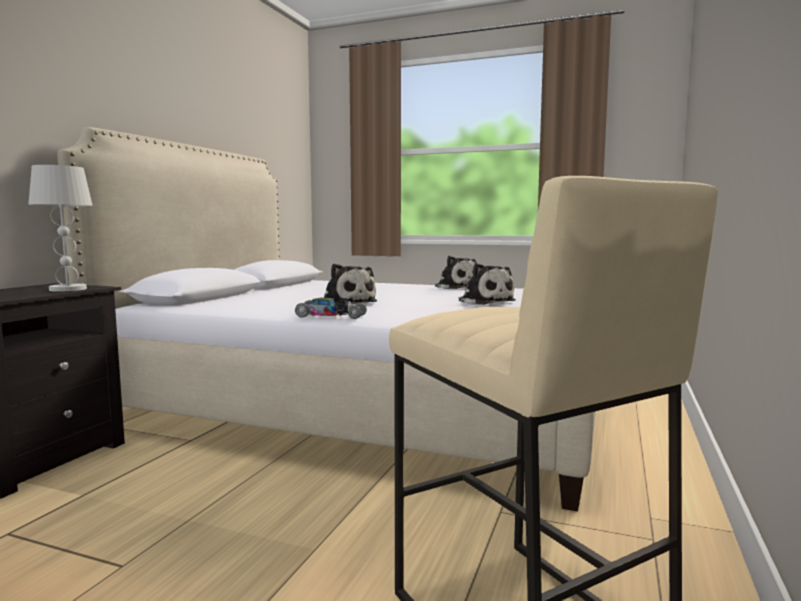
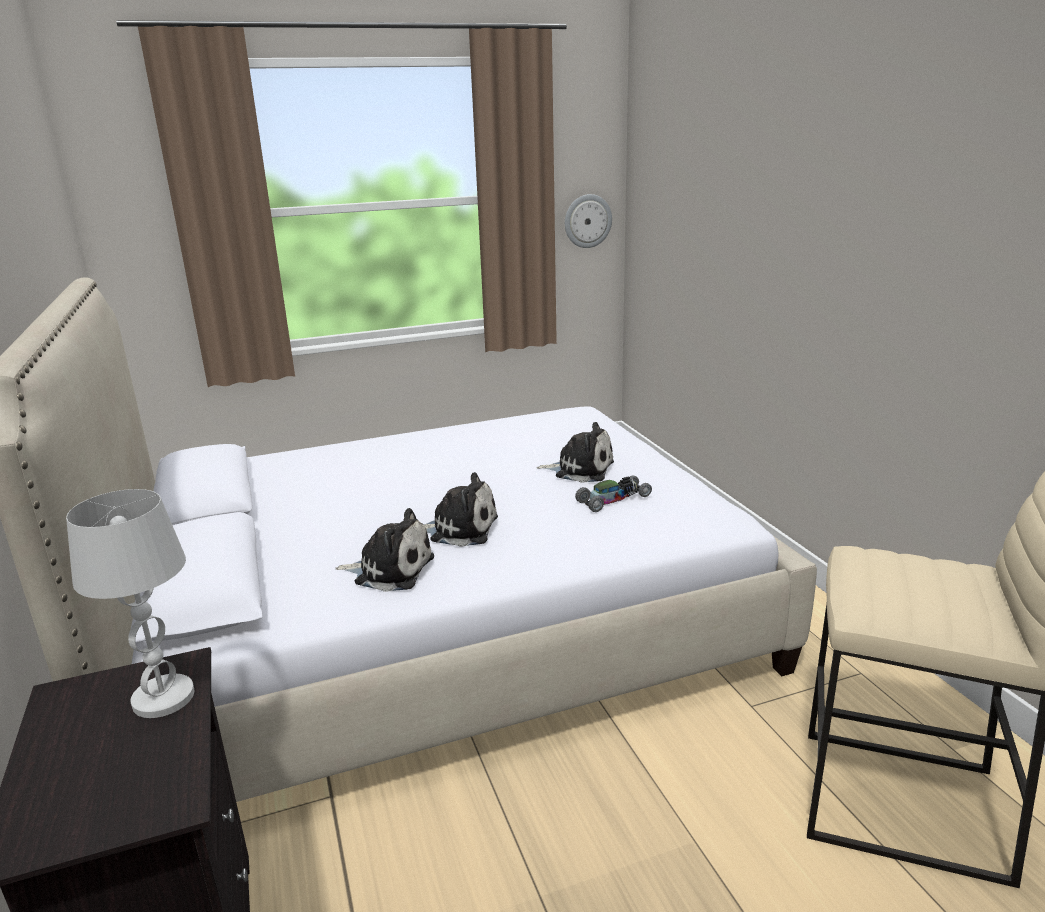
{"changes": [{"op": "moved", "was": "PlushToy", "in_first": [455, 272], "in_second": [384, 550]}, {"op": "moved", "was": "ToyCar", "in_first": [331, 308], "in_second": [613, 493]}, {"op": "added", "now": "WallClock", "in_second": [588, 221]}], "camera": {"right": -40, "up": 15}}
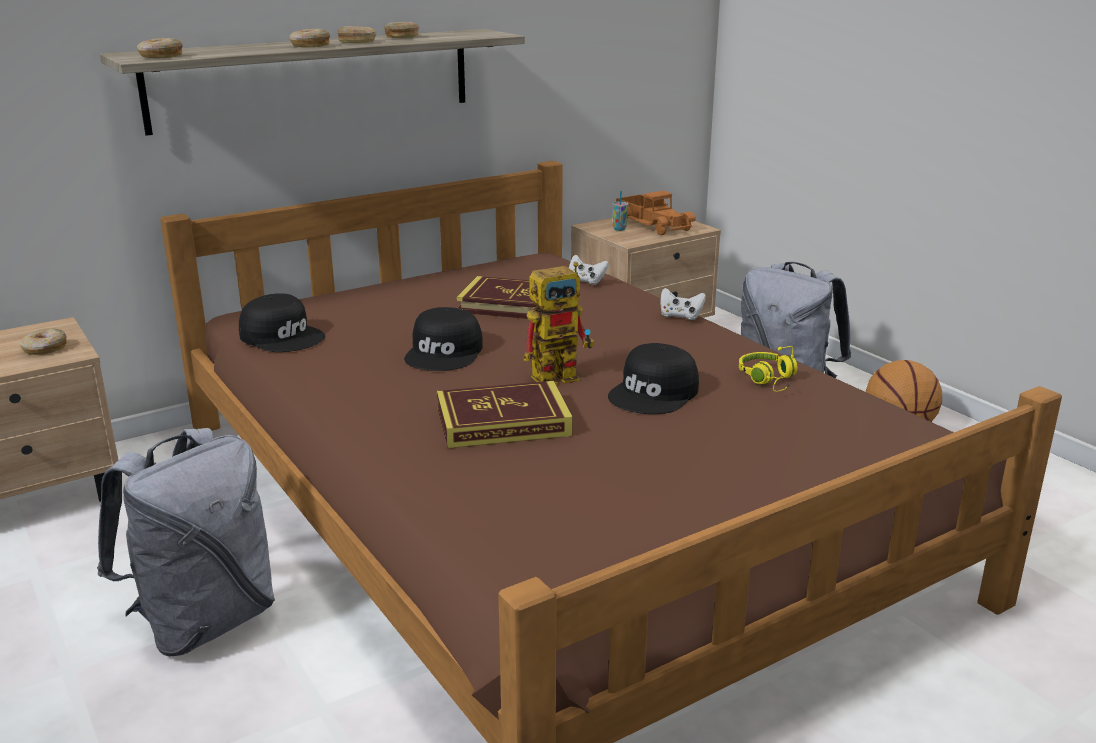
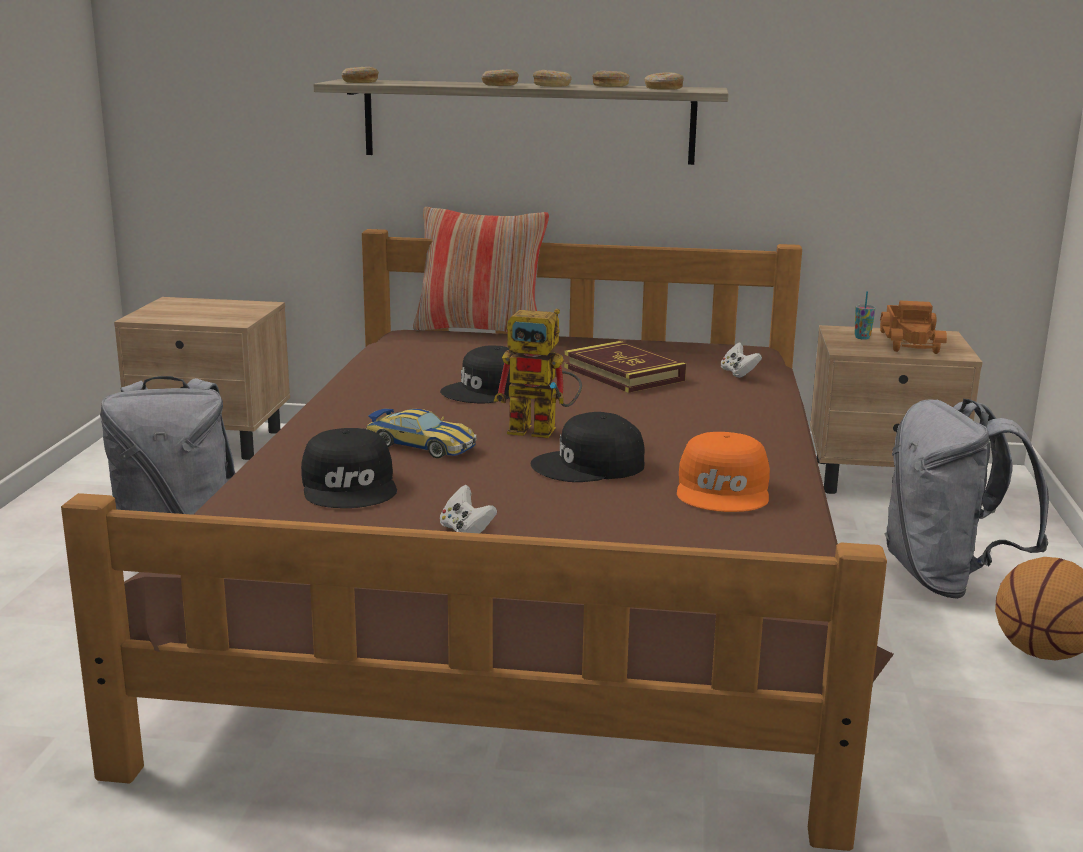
{"changes": [{"op": "moved", "was": "WhiteGameController", "in_first": [683, 304], "in_second": [468, 509]}, {"op": "moved", "was": "BlackCap", "in_first": [282, 323], "in_second": [349, 468]}, {"op": "moved", "was": "Donut", "in_first": [43, 341], "in_second": [664, 81]}, {"op": "replaced", "was": "YellowHeadphones", "now": "OrangeCap", "in_first": [768, 369], "in_second": [723, 472]}, {"op": "replaced", "was": "Book", "now": "ToyCar", "in_first": [505, 414], "in_second": [421, 433]}, {"op": "added", "now": "Pillow", "in_second": [481, 269]}], "camera": {"right": 40, "up": -5}}
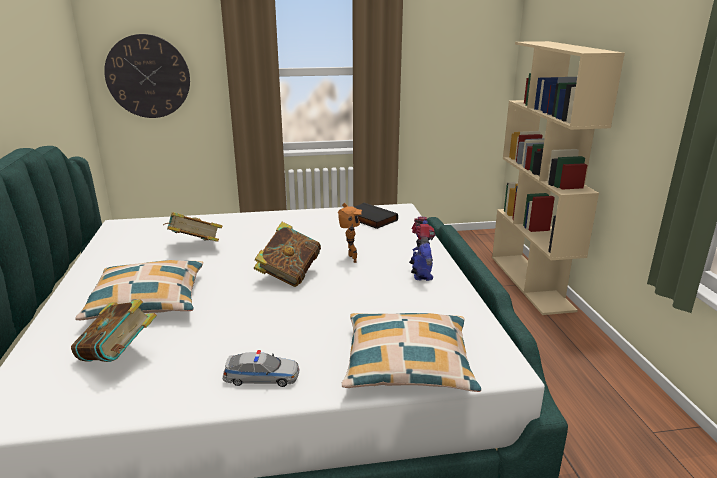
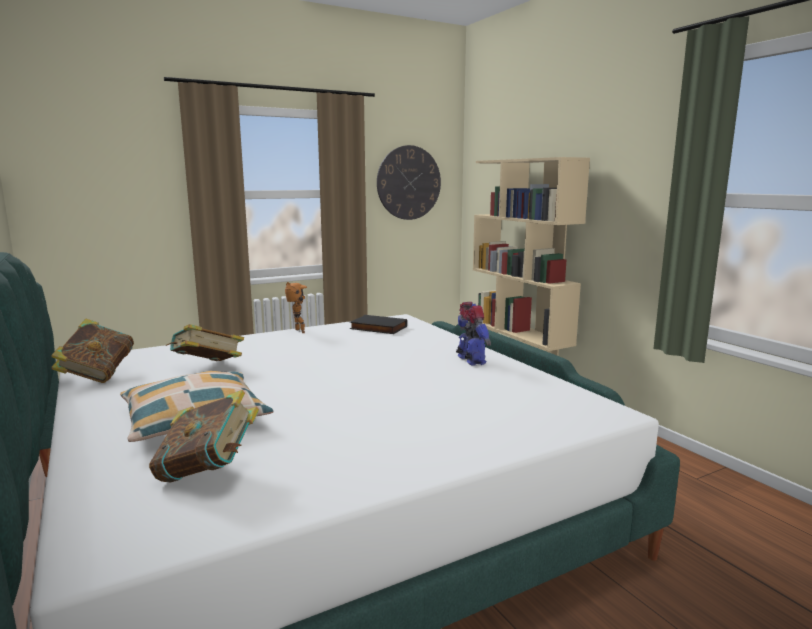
{"changes": [{"op": "moved", "was": "WallClock", "in_first": [147, 76], "in_second": [409, 182]}, {"op": "moved", "was": "ToyRobot", "in_first": [350, 233], "in_second": [296, 307]}, {"op": "moved", "was": "Book", "in_first": [287, 254], "in_second": [93, 350]}, {"op": "removed", "was": "Pillow", "in_first": [411, 352]}, {"op": "removed", "was": "ToyCar", "in_first": [261, 368]}], "camera": {"right": -20, "up": -10}}
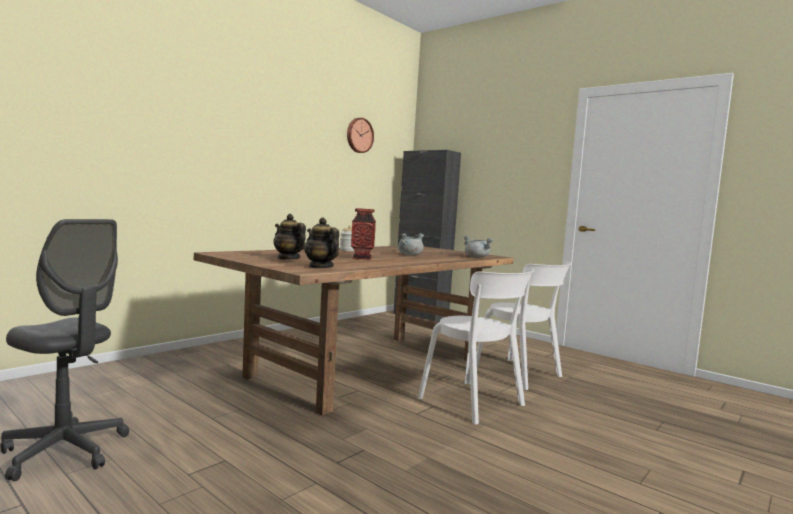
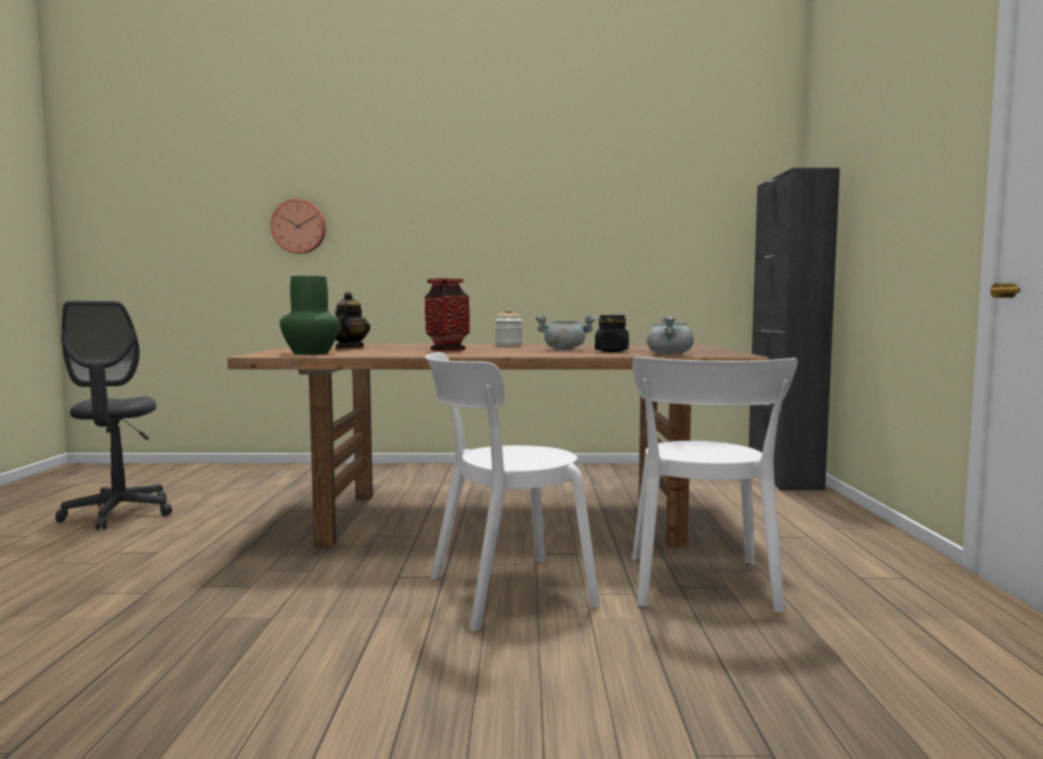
{"changes": [{"op": "moved", "was": "WallClock", "in_first": [360, 135], "in_second": [298, 226]}, {"op": "replaced", "was": "Teapot", "now": "GreenVase", "in_first": [322, 243], "in_second": [310, 315]}, {"op": "turned", "was": "WhiteChair", "in_first": [476, 346], "in_second": [512, 491], "clockwise": 60}, {"op": "added", "now": "BlackJar", "in_second": [612, 333]}], "camera": {"right": 50, "up": 0}}
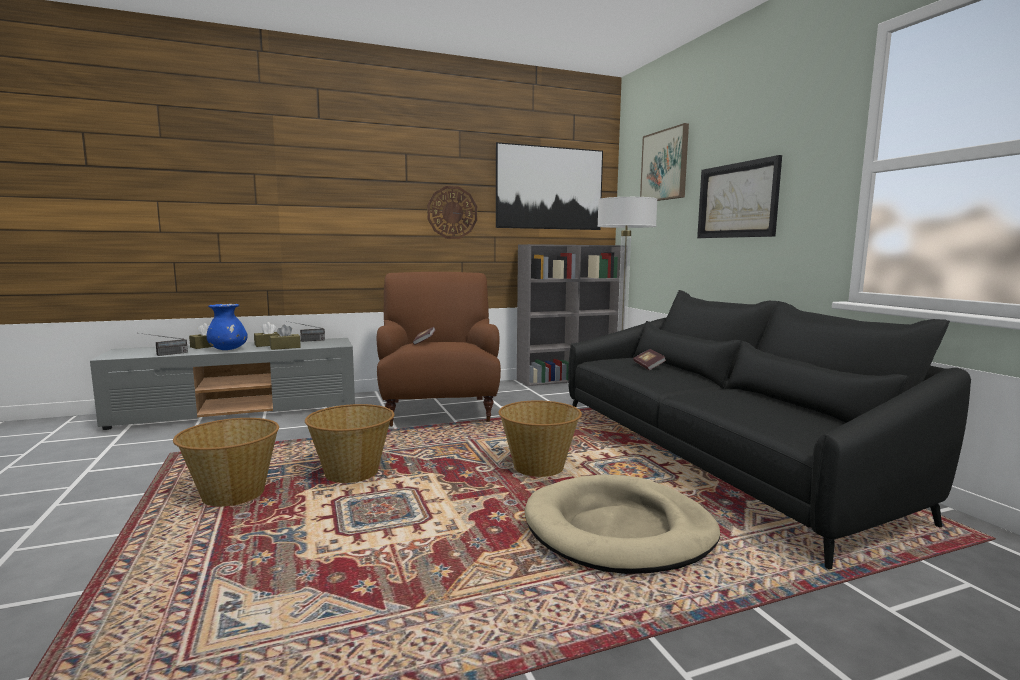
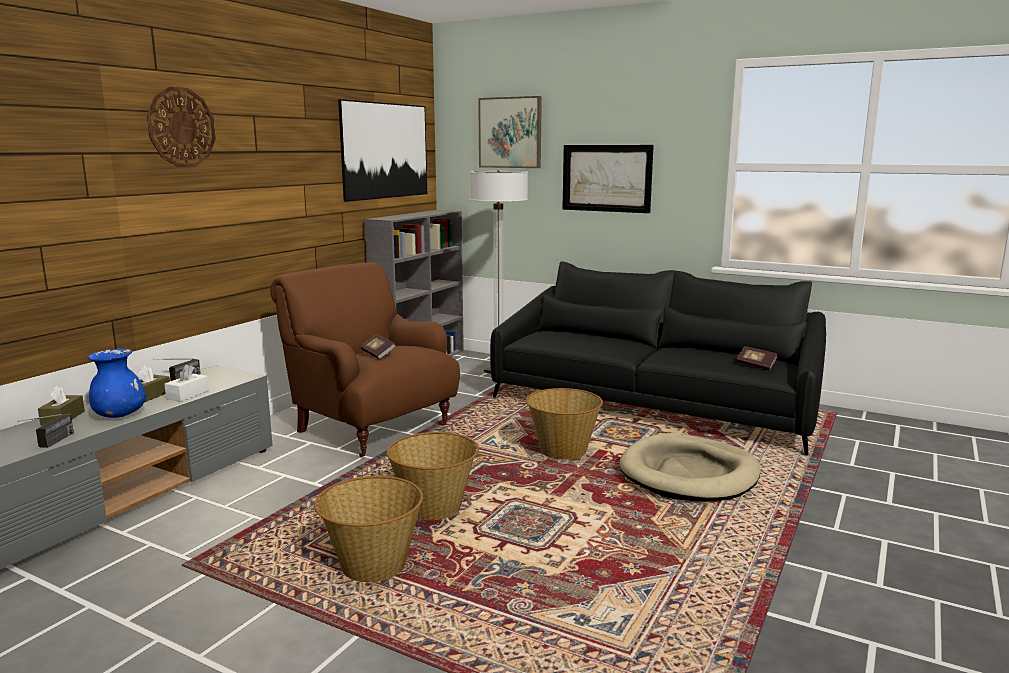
{"changes": [{"op": "moved", "was": "WallClock", "in_first": [452, 212], "in_second": [181, 127]}, {"op": "recoloured", "was": "BrownTissueBox", "now": "WhiteTissueBox", "in_first": [285, 337], "in_second": [186, 383]}, {"op": "moved", "was": "Book", "in_first": [649, 359], "in_second": [756, 358]}], "camera": {"right": -40, "up": 5}}
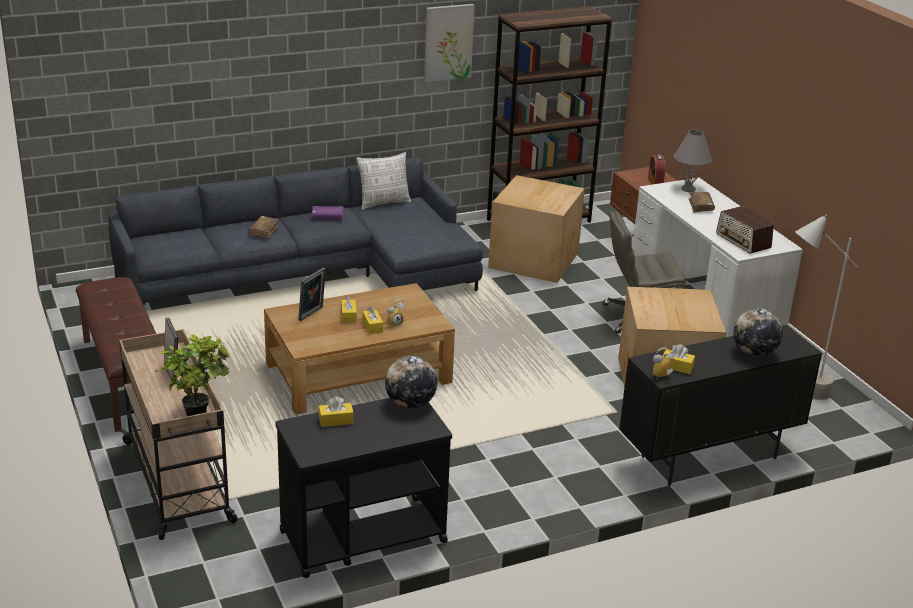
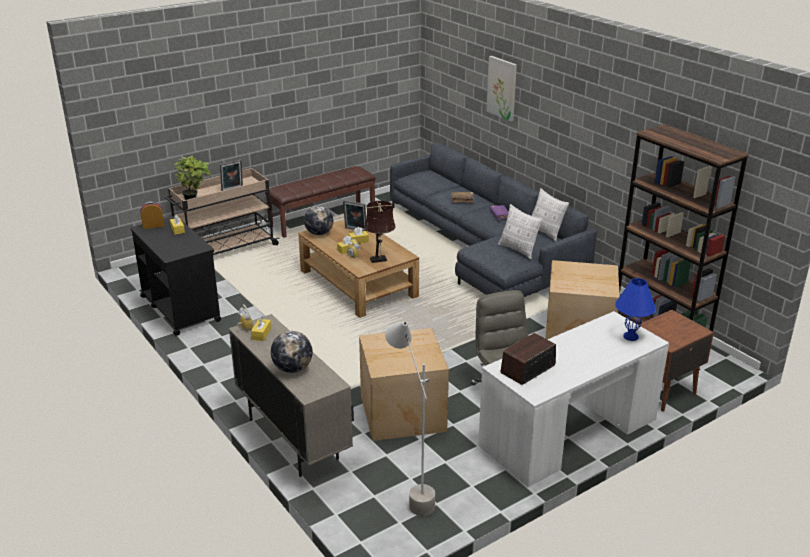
{"changes": [{"op": "moved", "was": "Picture", "in_first": [449, 43], "in_second": [501, 88]}, {"op": "recoloured", "was": "GreyTableLamp", "now": "BlueTableLamp", "in_first": [693, 161], "in_second": [635, 309]}, {"op": "moved", "was": "AlarmClock", "in_first": [656, 169], "in_second": [152, 215]}, {"op": "removed", "was": "BrownBook", "in_first": [702, 202]}, {"op": "recoloured", "was": "BlackCabinet", "now": "BeigeCabinet", "in_first": [720, 405], "in_second": [291, 395]}, {"op": "moved", "was": "Globe", "in_first": [411, 382], "in_second": [318, 220]}, {"op": "added", "now": "BrownTableLamp", "in_second": [380, 232]}, {"op": "added", "now": "Pillow", "in_second": [520, 232]}], "camera": {"right": 80, "up": 0}}
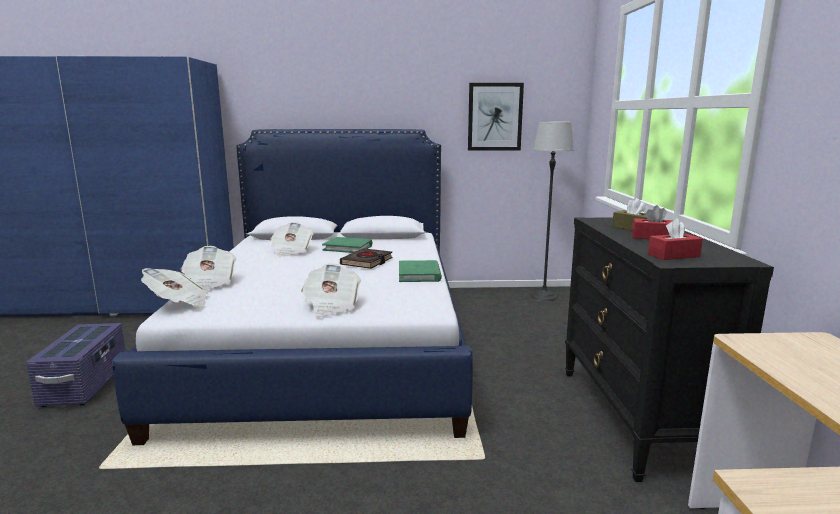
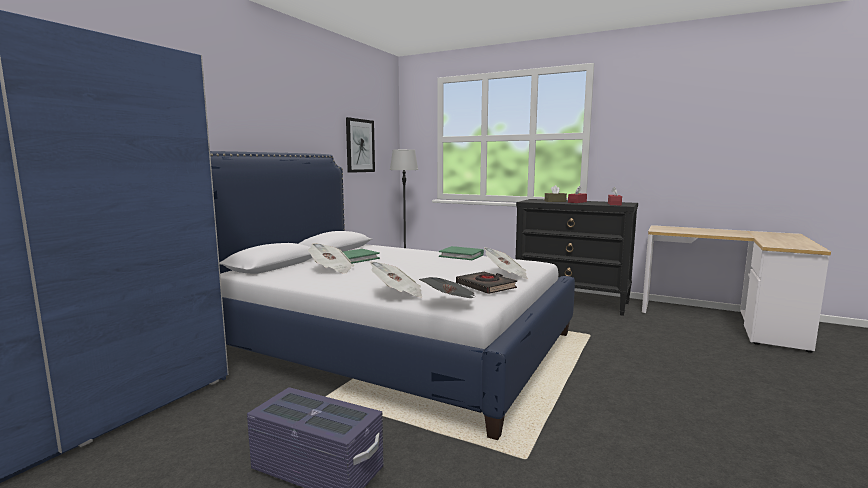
{"changes": [{"op": "moved", "was": "BlackBook", "in_first": [366, 258], "in_second": [486, 283]}], "camera": {"right": -60, "up": -5}}
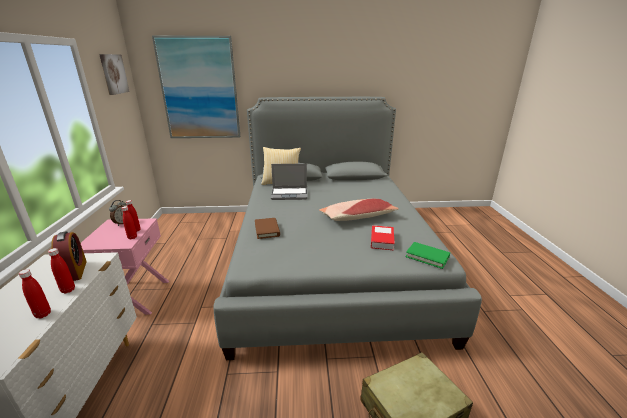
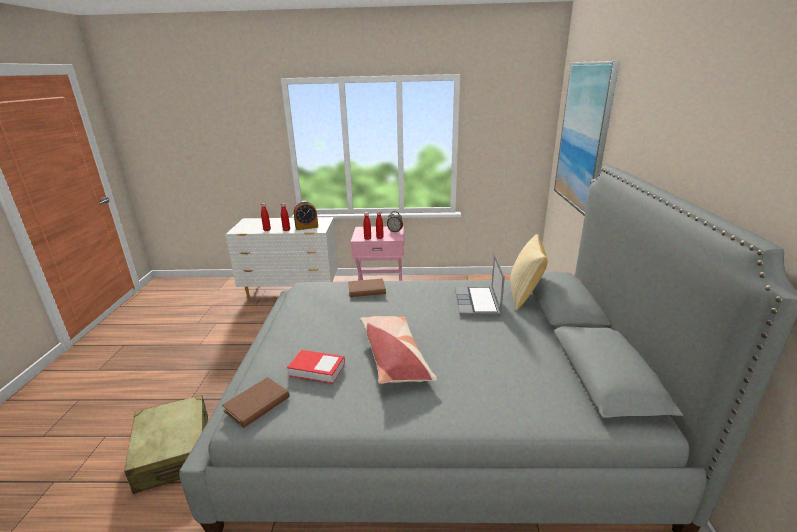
{"changes": [{"op": "removed", "was": "Picture", "in_first": [114, 74]}, {"op": "recoloured", "was": "GreenBook", "now": "BrownBook", "in_first": [427, 255], "in_second": [256, 402]}], "camera": {"right": 95, "up": 0}}
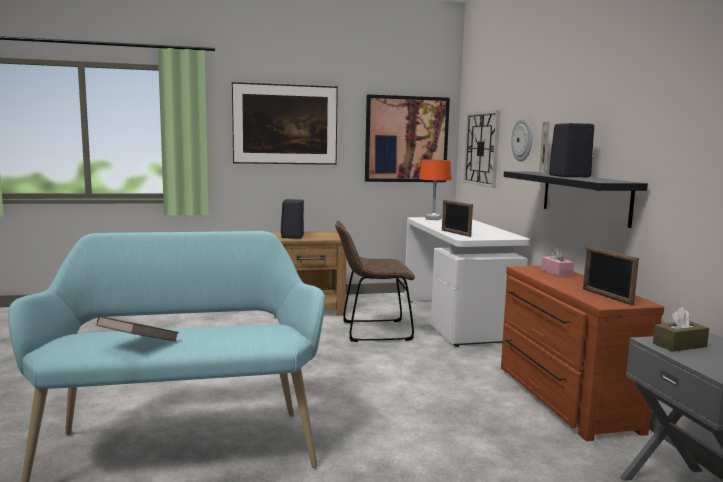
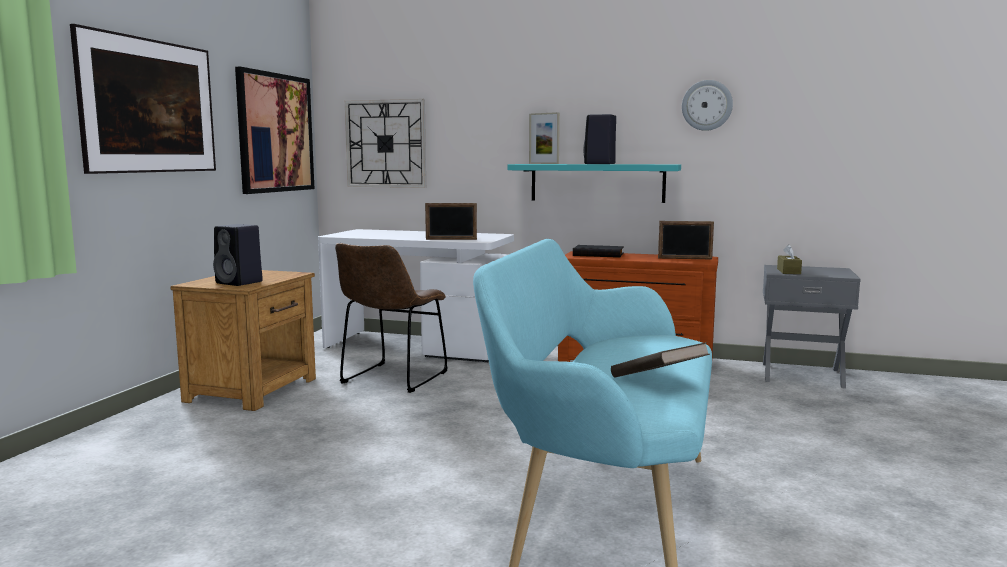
{"changes": [{"op": "moved", "was": "WallClock", "in_first": [521, 140], "in_second": [707, 105]}, {"op": "removed", "was": "OrangeTableLamp", "in_first": [435, 189]}, {"op": "recoloured", "was": "BlackShelf", "now": "TurquoiseShelf", "in_first": [576, 199], "in_second": [594, 183]}, {"op": "replaced", "was": "PinkTissueBox", "now": "BlackBook", "in_first": [557, 262], "in_second": [598, 251]}], "camera": {"right": -60, "up": 0}}
